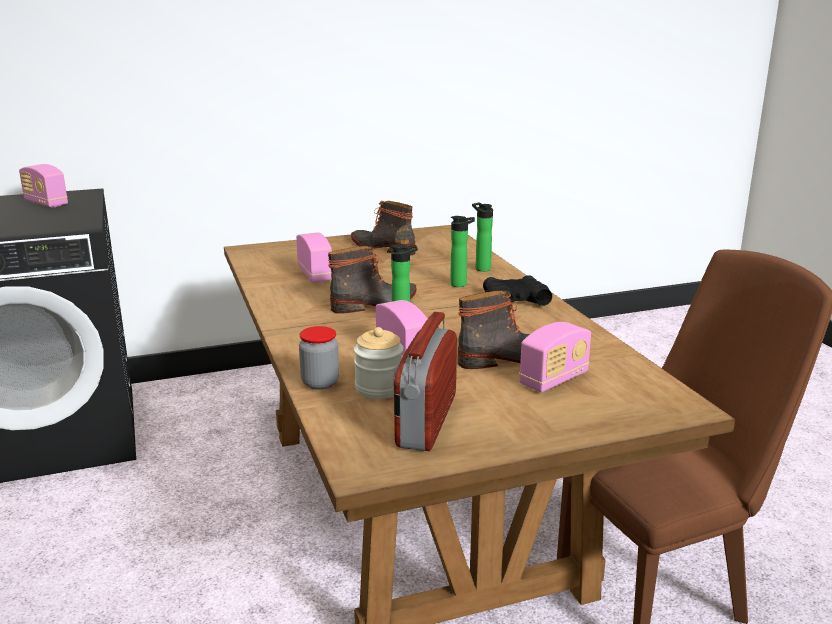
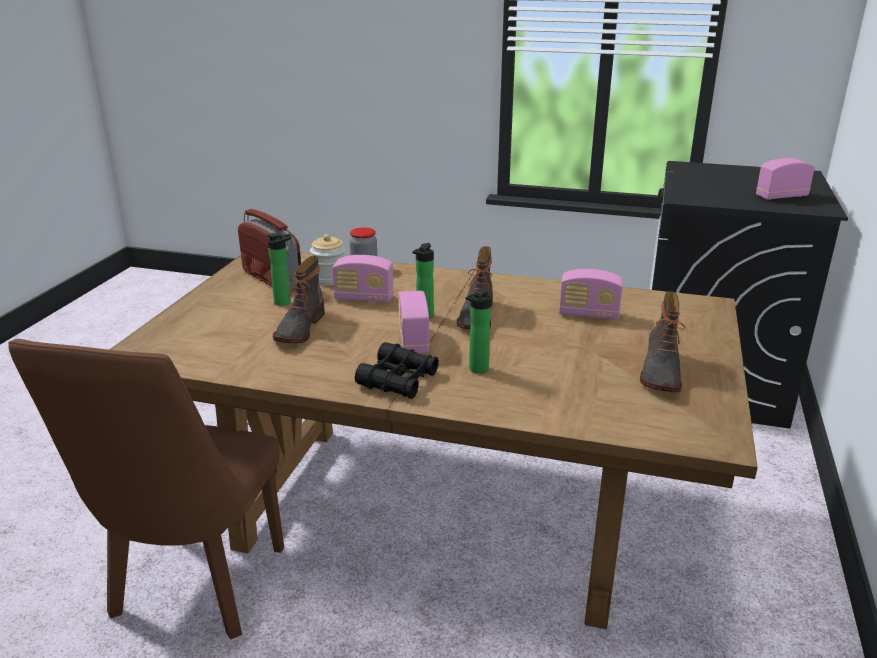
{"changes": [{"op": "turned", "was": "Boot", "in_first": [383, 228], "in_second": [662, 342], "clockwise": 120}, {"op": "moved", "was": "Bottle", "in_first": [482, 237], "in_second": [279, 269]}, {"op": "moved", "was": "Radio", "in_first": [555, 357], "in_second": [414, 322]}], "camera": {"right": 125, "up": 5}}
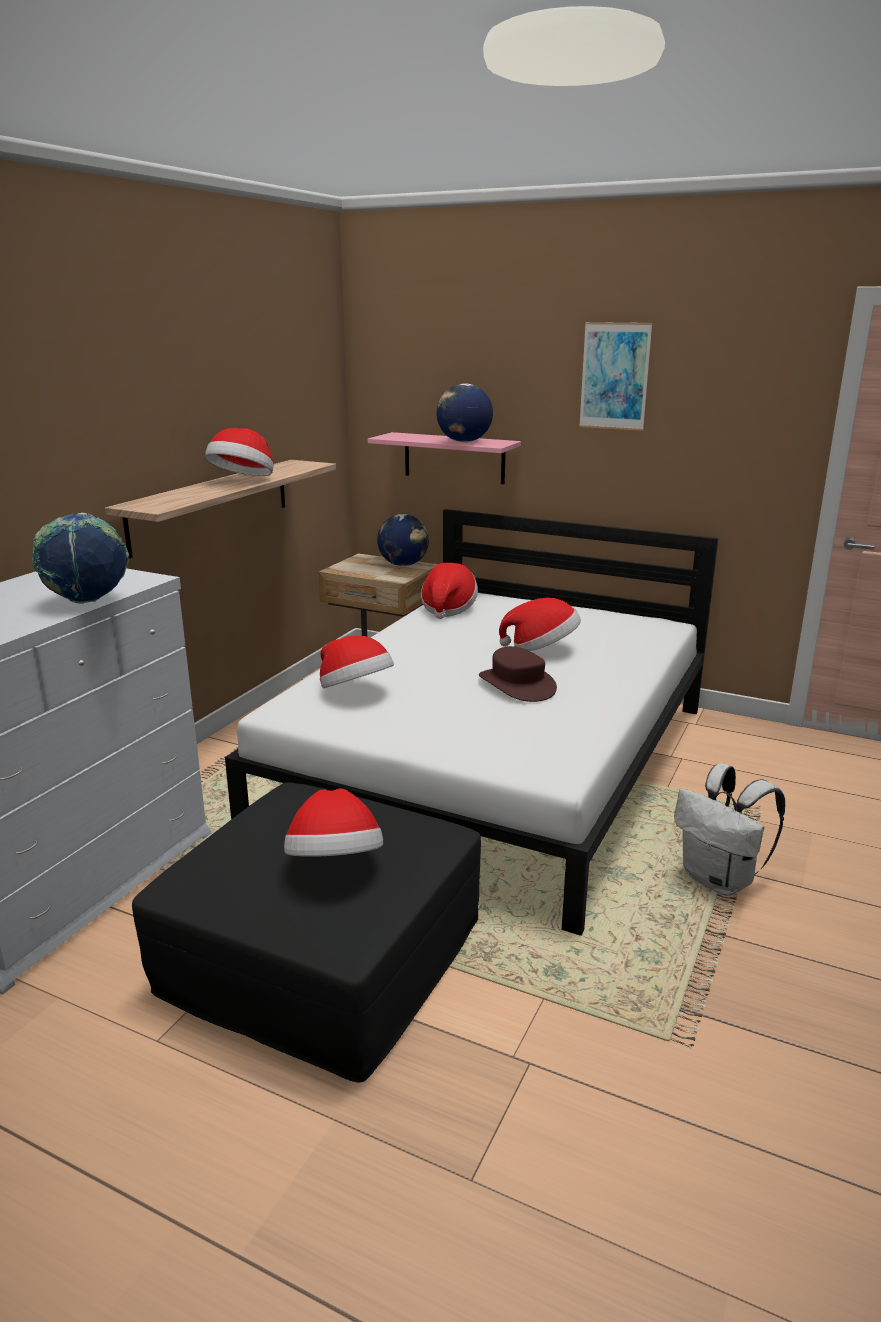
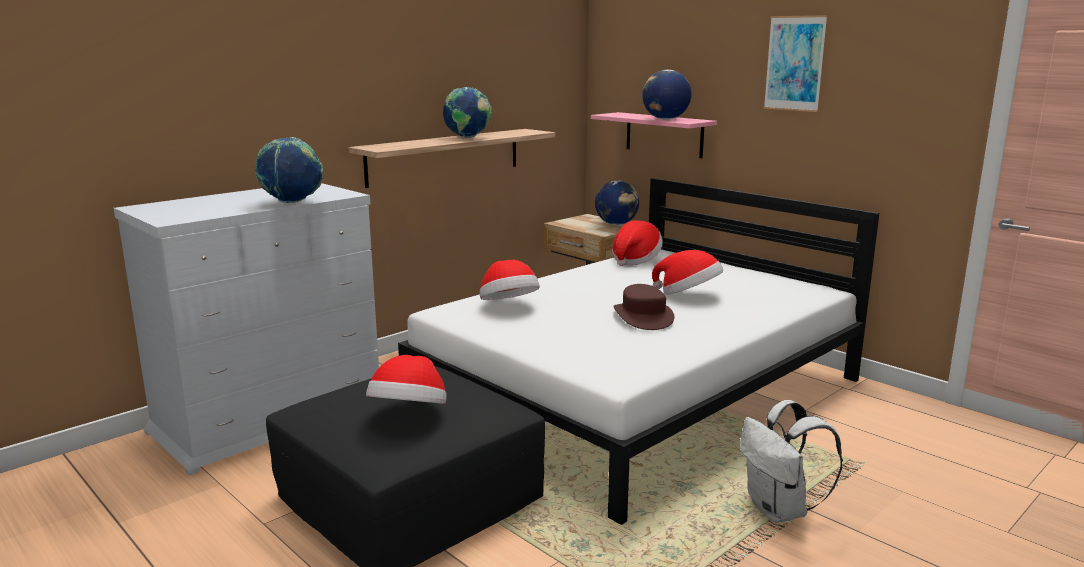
{"changes": [{"op": "replaced", "was": "Hat", "now": "Globe", "in_first": [239, 452], "in_second": [467, 112]}], "camera": {"right": 20, "up": -5}}
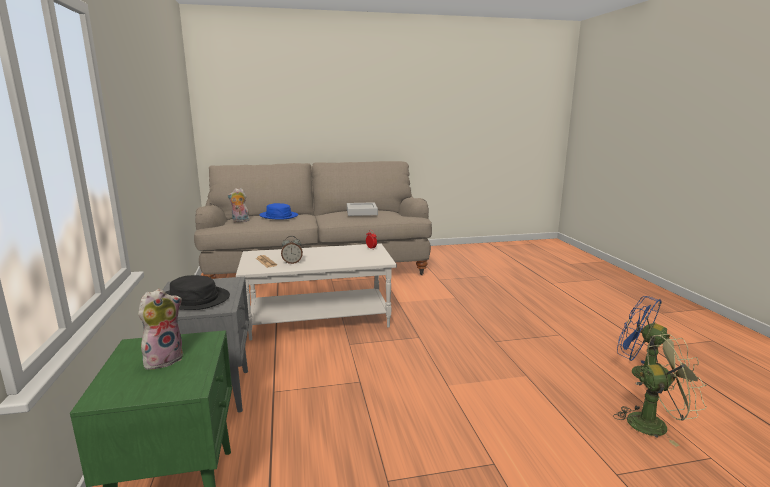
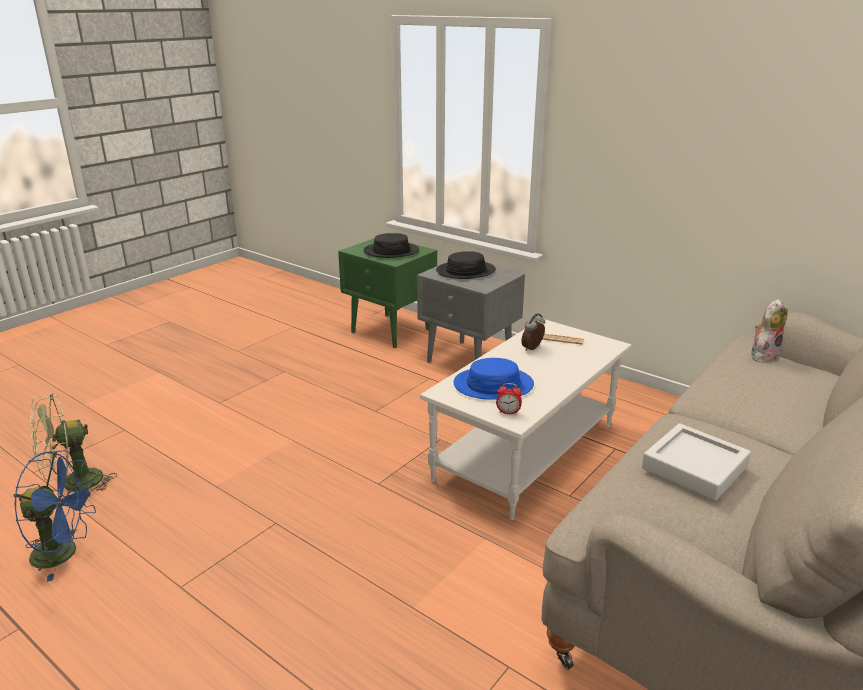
{"changes": [{"op": "moved", "was": "BlueHat", "in_first": [278, 211], "in_second": [494, 379]}, {"op": "replaced", "was": "PlushToy", "now": "BlackHat", "in_first": [160, 329], "in_second": [391, 245]}], "camera": {"right": 140, "up": 10}}
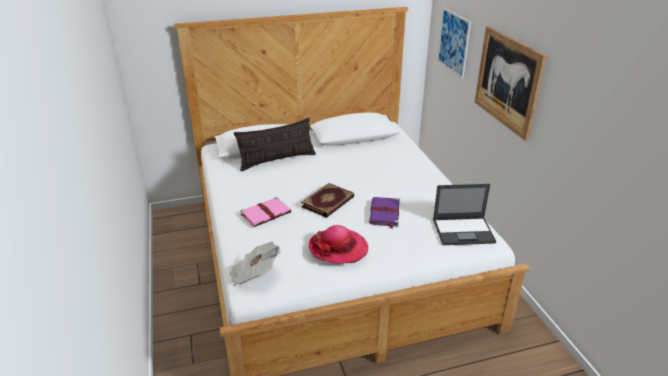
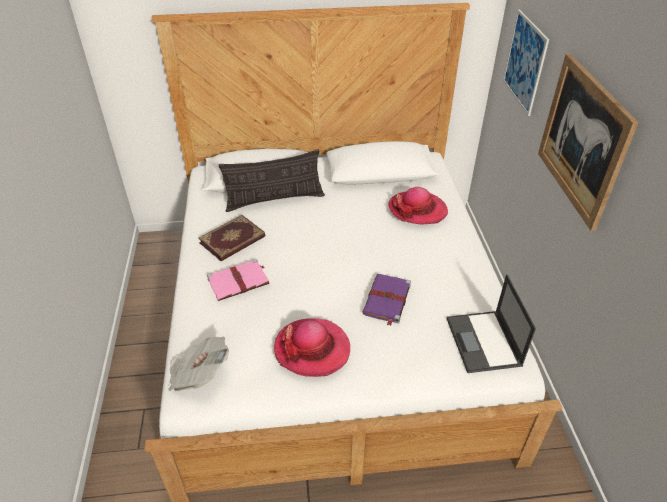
{"changes": [{"op": "moved", "was": "Book", "in_first": [327, 200], "in_second": [231, 238]}, {"op": "turned", "was": "Laptop", "in_first": [464, 214], "in_second": [491, 324], "clockwise": 75}, {"op": "added", "now": "Hat", "in_second": [418, 205]}], "camera": {"right": 10, "up": 10}}
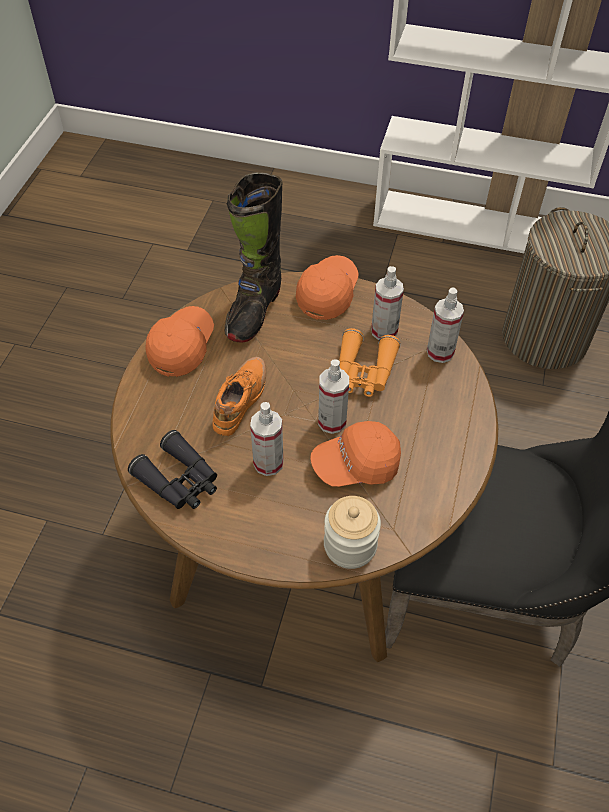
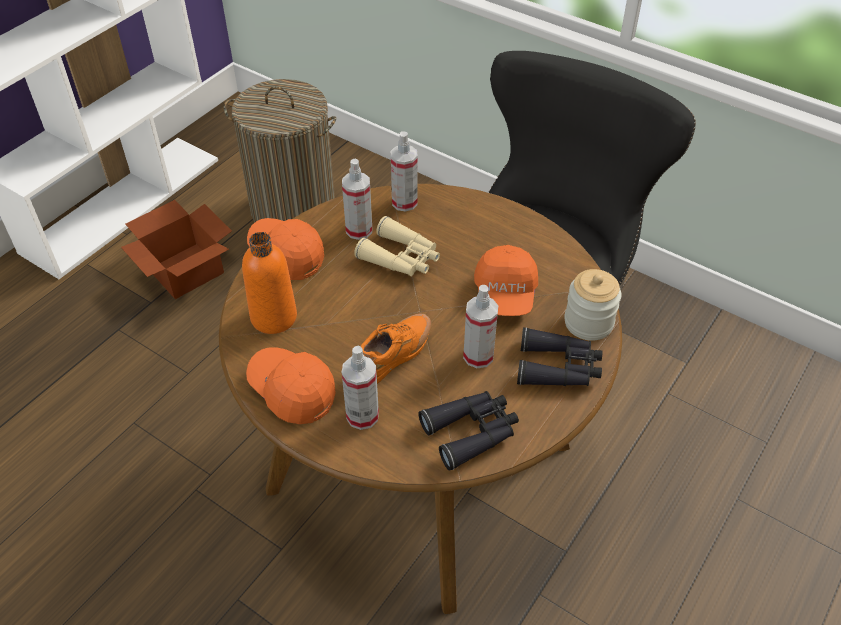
{"changes": [{"op": "replaced", "was": "BlackBoot", "now": "OrangeBottle", "in_first": [254, 257], "in_second": [269, 283]}, {"op": "recoloured", "was": "OrangeBinoculars", "now": "BeigeBinoculars", "in_first": [369, 362], "in_second": [397, 246]}, {"op": "turned", "was": "OrangeShoe", "in_first": [239, 396], "in_second": [395, 348], "clockwise": 90}, {"op": "moved", "was": "SprayBottle", "in_first": [333, 396], "in_second": [360, 388]}, {"op": "added", "now": "CardboardBox", "in_second": [176, 249]}, {"op": "added", "now": "BlackBinoculars", "in_second": [559, 356]}], "camera": {"right": -70, "up": -5}}
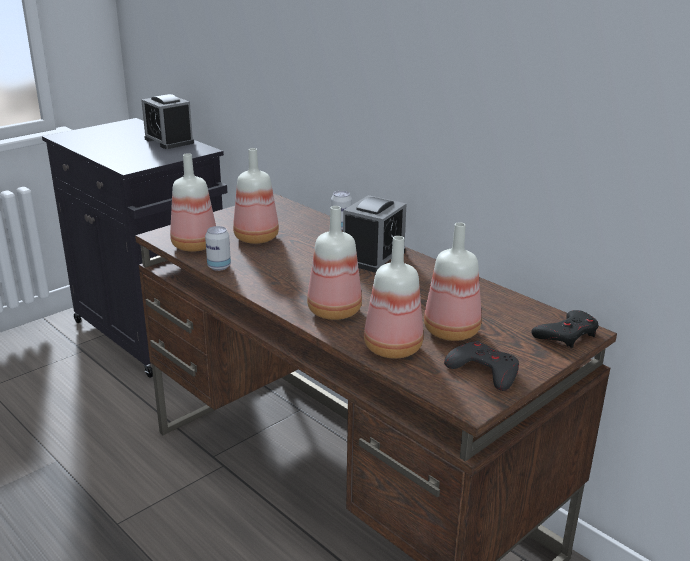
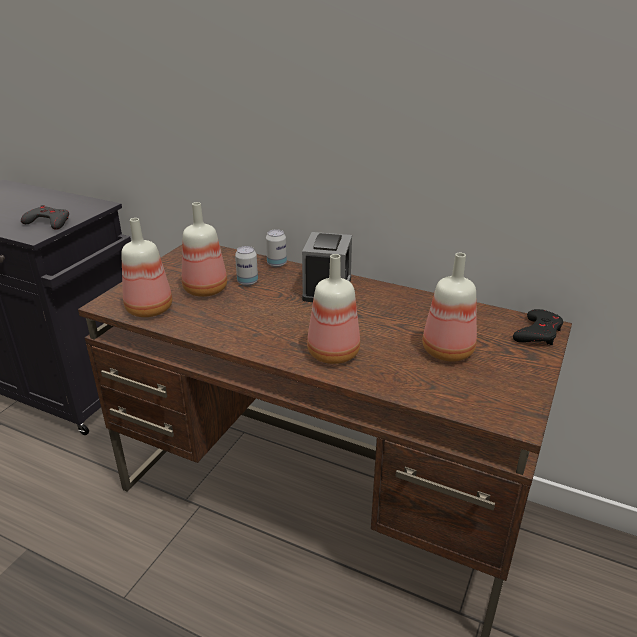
{"changes": [{"op": "removed", "was": "AlarmClock", "in_first": [167, 121]}, {"op": "moved", "was": "Can", "in_first": [218, 248], "in_second": [246, 266]}, {"op": "removed", "was": "Bottle", "in_first": [393, 297]}, {"op": "moved", "was": "GreyGameController", "in_first": [481, 366], "in_second": [45, 217]}], "camera": {"right": -20, "up": 5}}
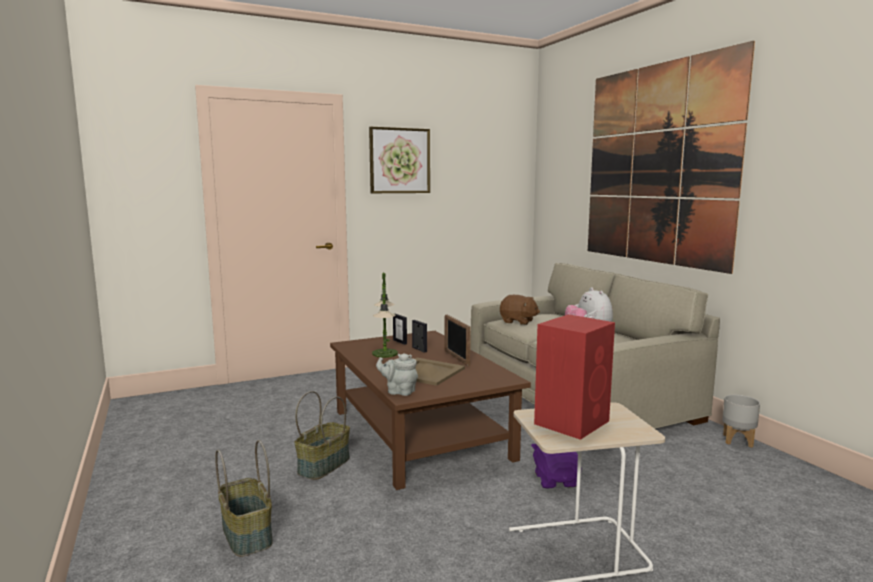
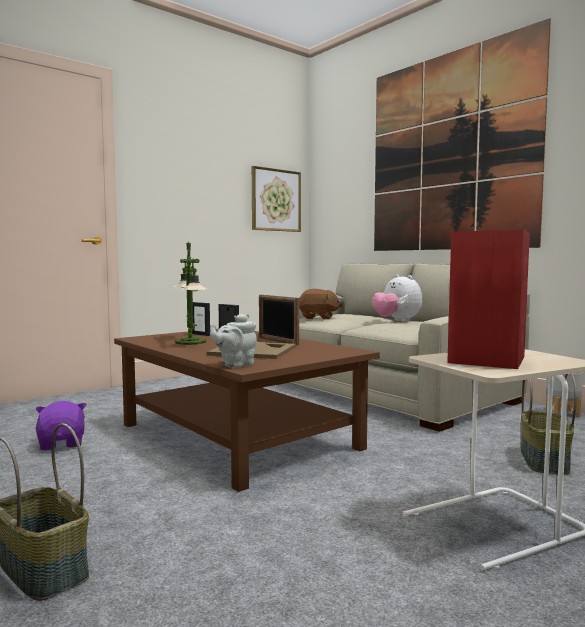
{"changes": [{"op": "moved", "was": "Picture", "in_first": [399, 160], "in_second": [276, 199]}, {"op": "turned", "was": "GreyTeapot", "in_first": [397, 374], "in_second": [233, 340], "clockwise": -45}, {"op": "moved", "was": "Basket", "in_first": [322, 435], "in_second": [549, 424]}, {"op": "moved", "was": "PurplePlushToy", "in_first": [554, 466], "in_second": [61, 425]}], "camera": {"right": -15, "up": -5}}
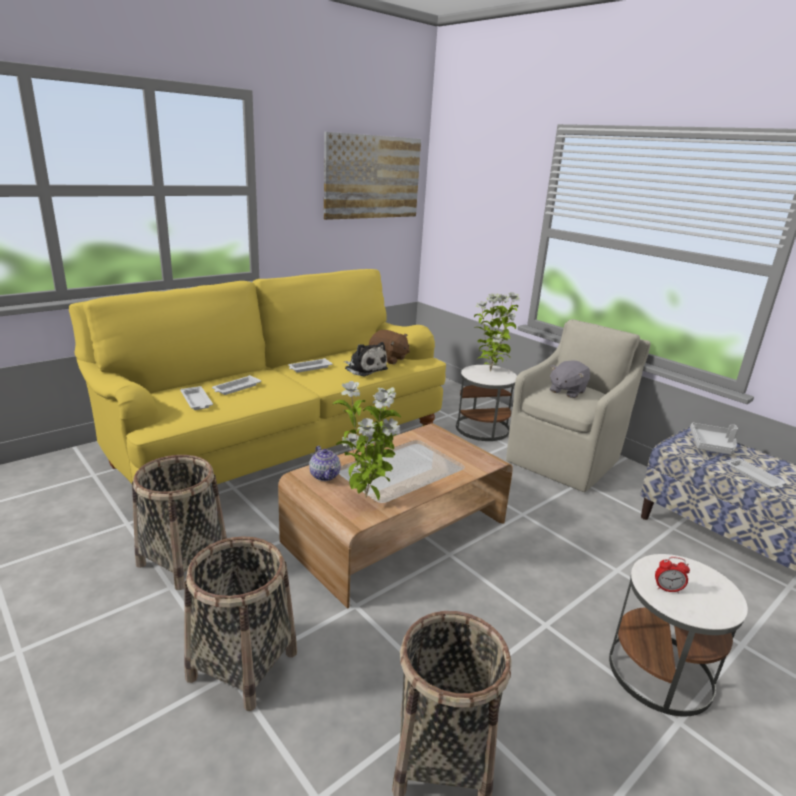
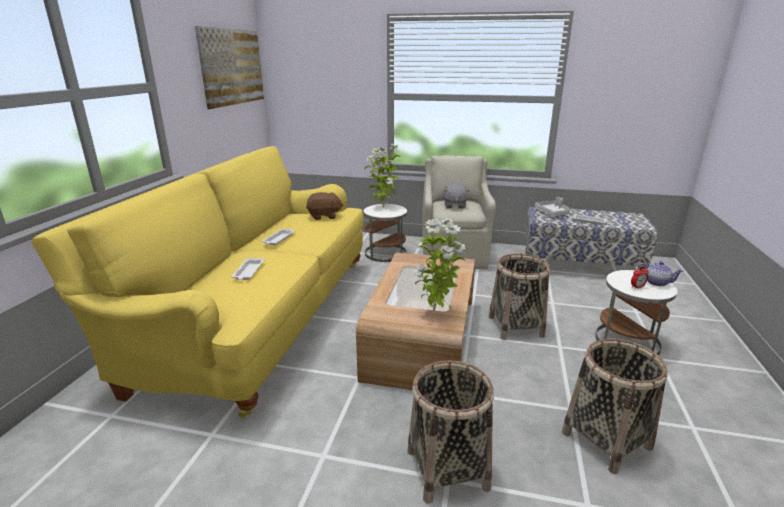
{"changes": [{"op": "removed", "was": "PlushToy", "in_first": [366, 359]}, {"op": "removed", "was": "WhiteTray", "in_first": [196, 398]}, {"op": "moved", "was": "Teapot", "in_first": [325, 463], "in_second": [660, 273]}, {"op": "moved", "was": "Basket", "in_first": [179, 522], "in_second": [519, 296]}], "camera": {"right": -35, "up": 0}}
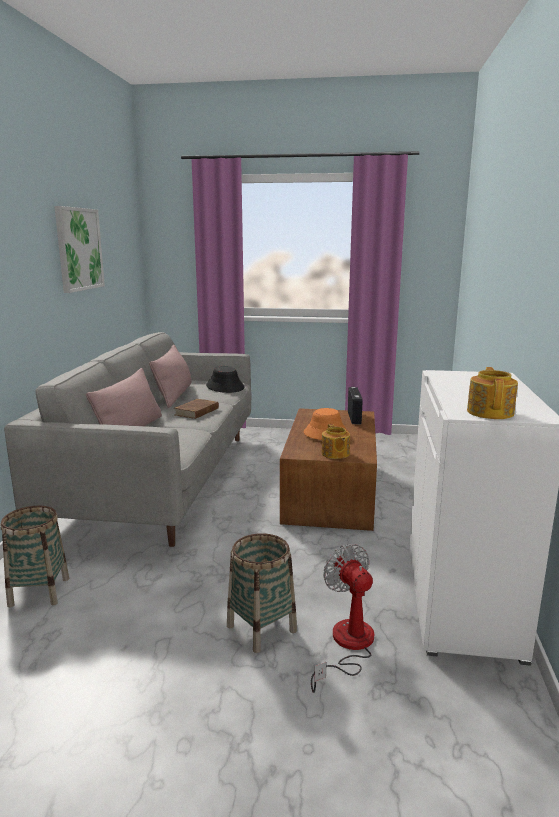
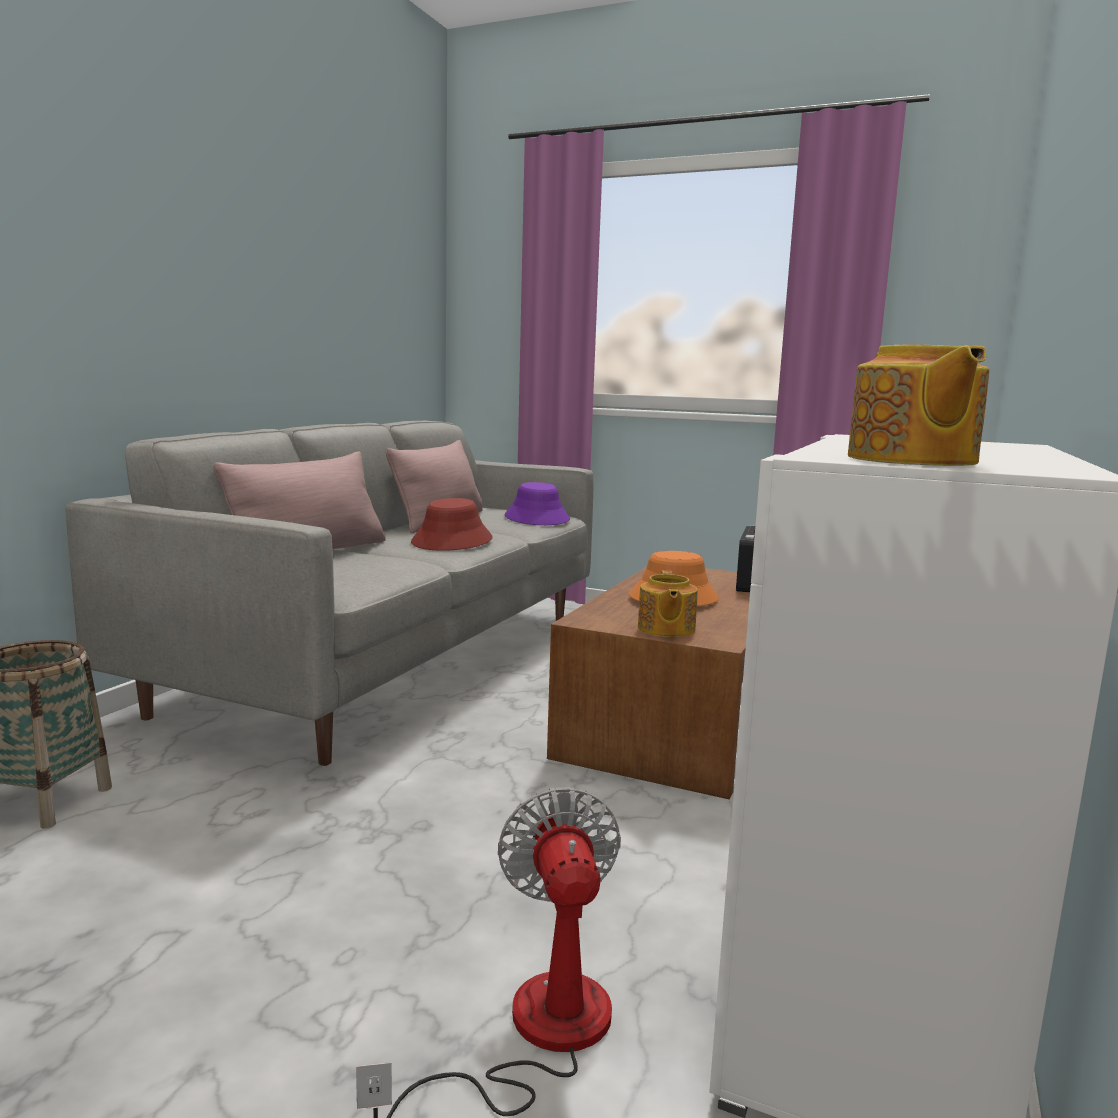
{"changes": [{"op": "removed", "was": "Picture", "in_first": [79, 249]}, {"op": "recoloured", "was": "BlackHat", "now": "PurpleHat", "in_first": [225, 379], "in_second": [537, 503]}, {"op": "turned", "was": "Teapot", "in_first": [492, 393], "in_second": [918, 405], "clockwise": 150}, {"op": "replaced", "was": "BrownBook", "now": "RedHat", "in_first": [196, 409], "in_second": [452, 524]}, {"op": "removed", "was": "Basket", "in_first": [262, 593]}], "camera": {"right": 15, "up": -5}}
